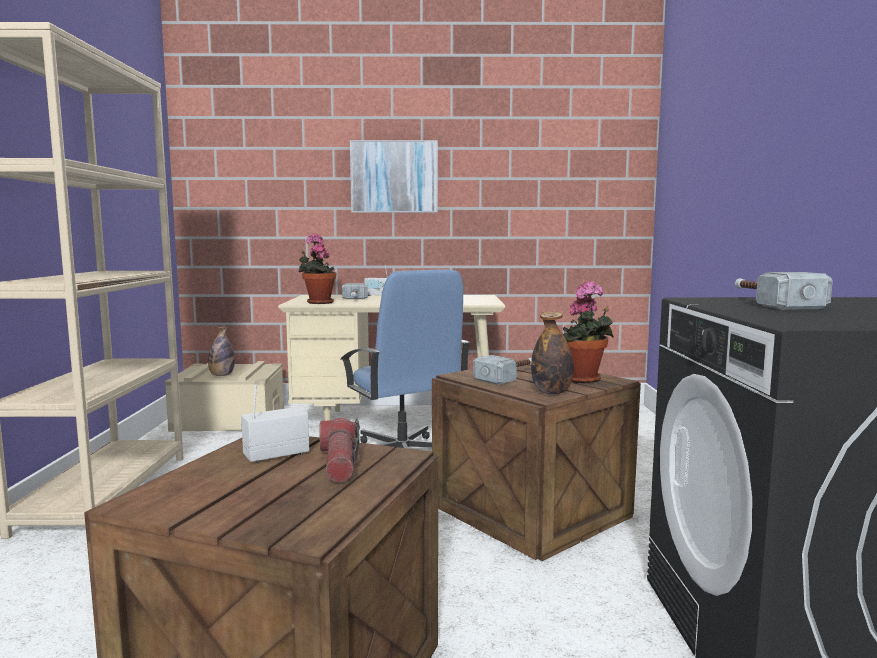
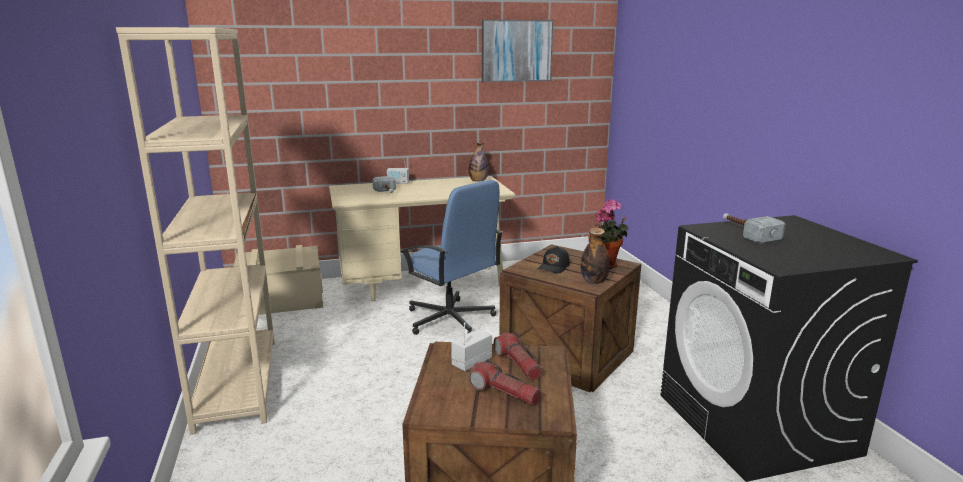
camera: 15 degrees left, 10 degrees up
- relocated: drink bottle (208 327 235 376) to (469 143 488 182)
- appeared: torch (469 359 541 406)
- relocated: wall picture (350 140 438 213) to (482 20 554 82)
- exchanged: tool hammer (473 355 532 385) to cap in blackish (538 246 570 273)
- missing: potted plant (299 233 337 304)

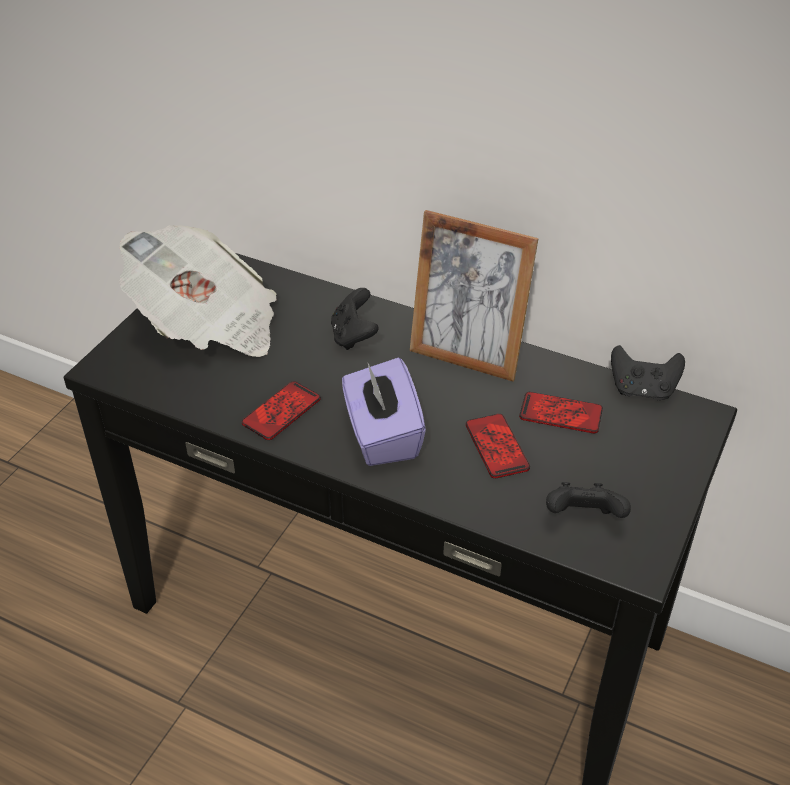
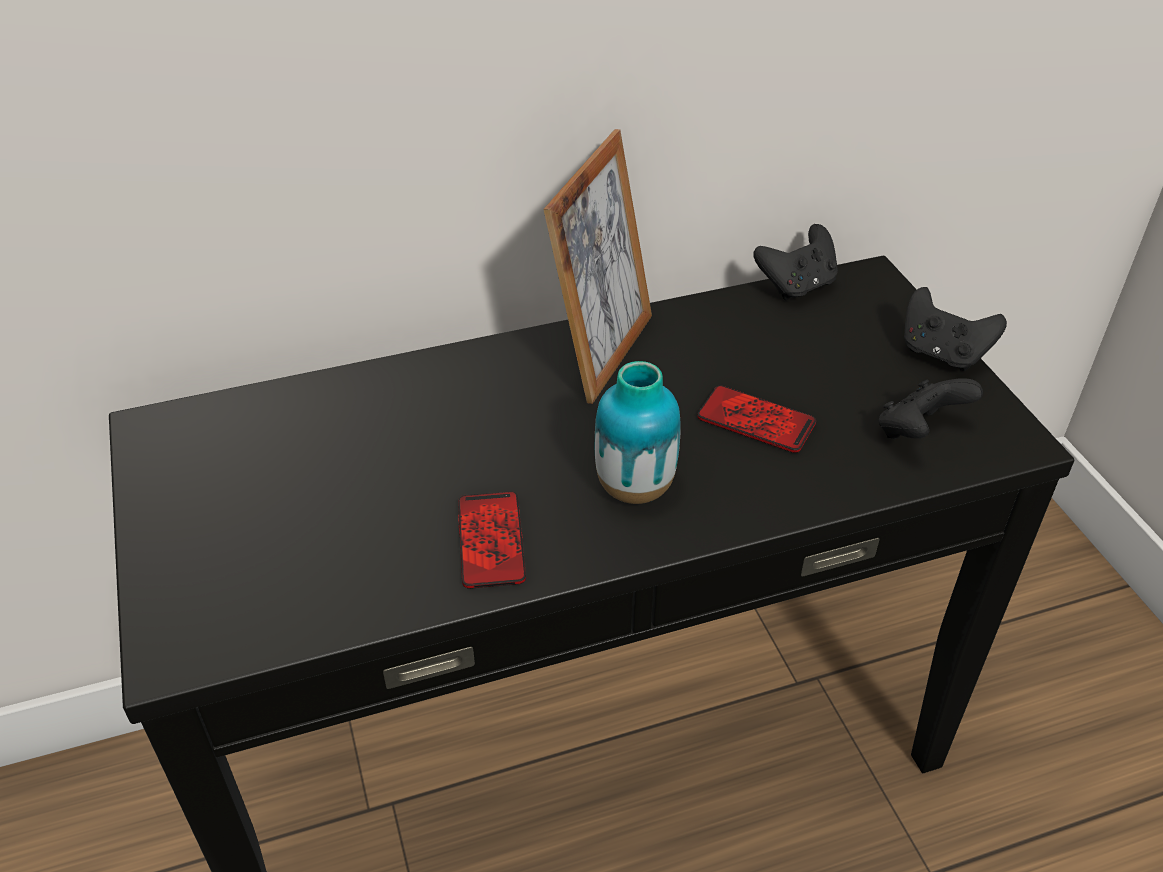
camera: 45 degrees left, 0 degrees up
- spun: photo frame (410 210 539 382) = (543 129 652 404) 45 degrees counterclockwise
- exchanged: box of tissues in purple (342 358 426 466) to decorative vase (595 361 681 504)
- relocated: joypad in blackish (331 288 379 350) to (904 287 1007 371)
- missing: newspaper (119 225 277 357)
- missing: handset (519 392 603 434)

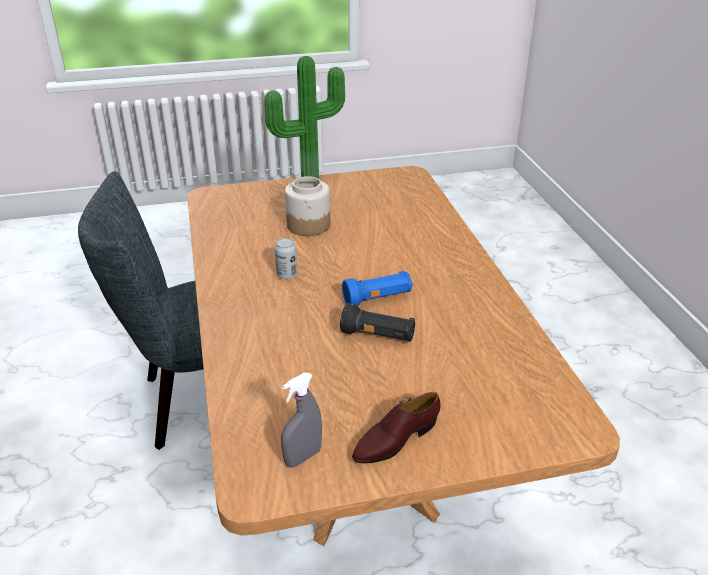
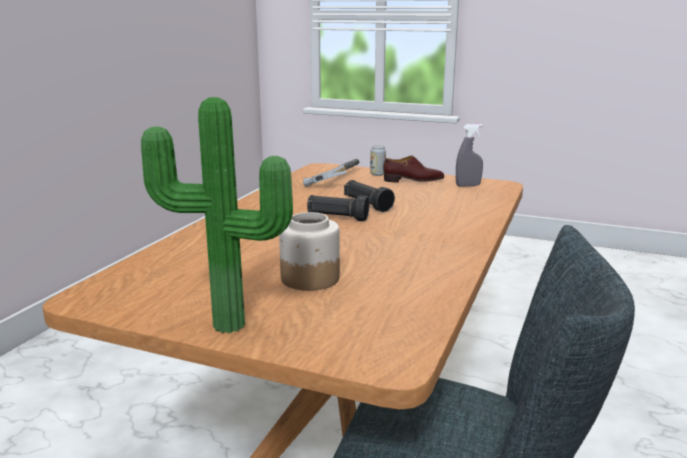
camera: 145 degrees left, 15 degrees down
- appeared: tool hammer (303 159 359 187)
- colour: torch in blue-coloured (342 271 413 306) to torch in blackish (307 195 369 221)
- relocated: metal can (275 238 297 279) to (370 145 386 176)

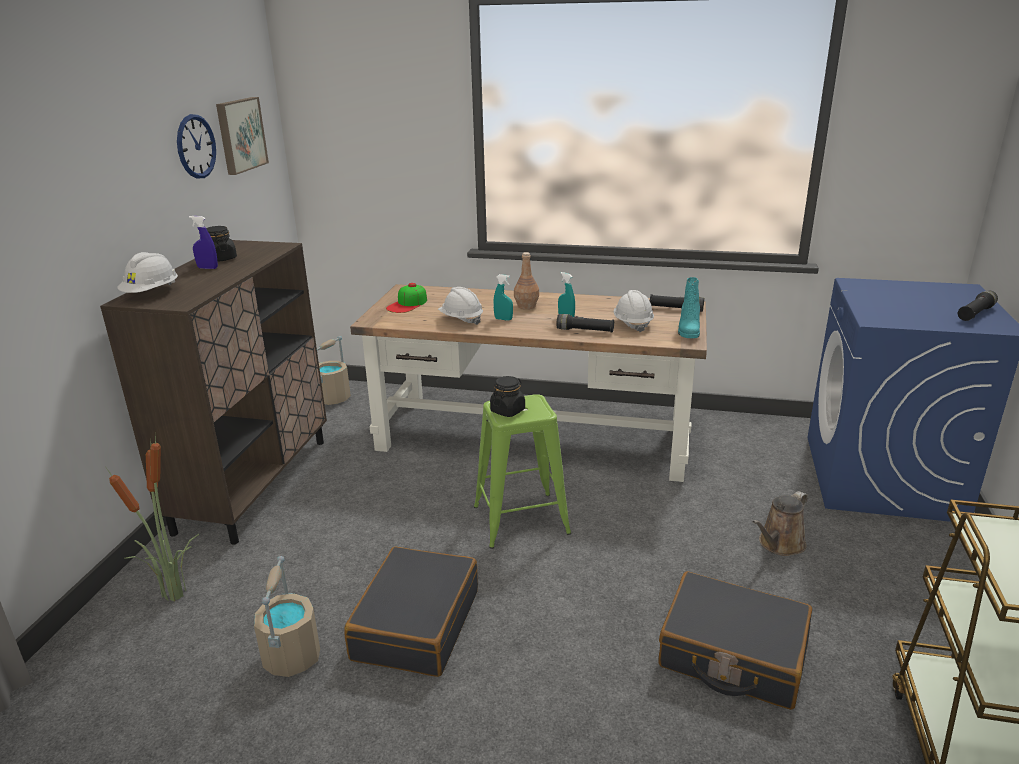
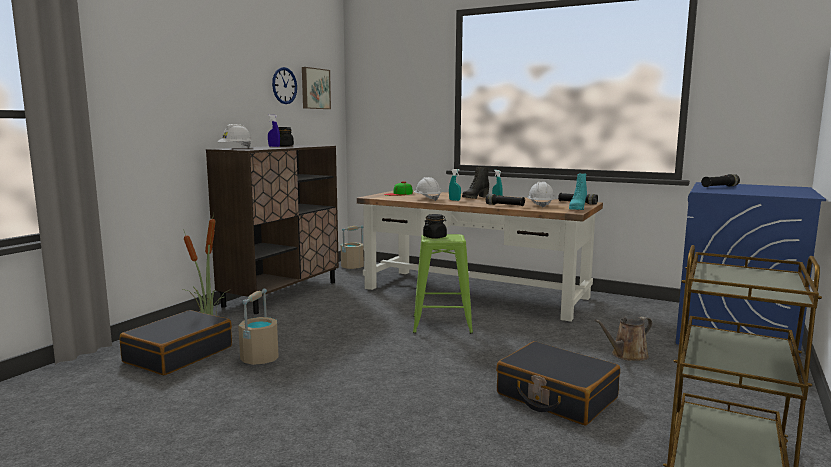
camera: 15 degrees right, 15 degrees down
- relocated: piece of luggage in blackish (344 547 478 677) to (120 310 232 375)
- exchanged: drink bottle in brown (514 252 539 309) to boot in blackish (462 167 489 199)
- relocated: torch in blackish (958 290 998 321) to (701 174 740 187)

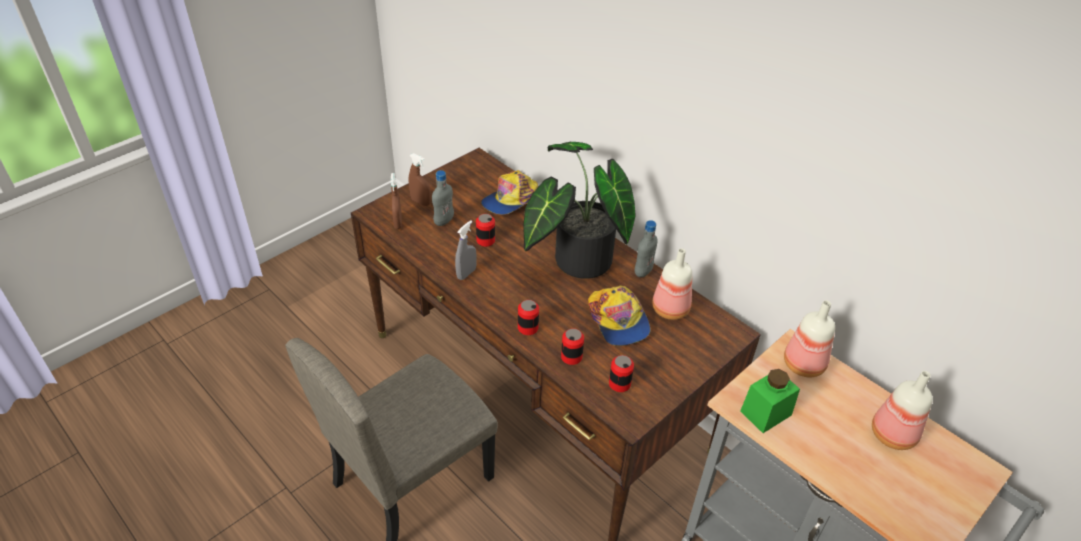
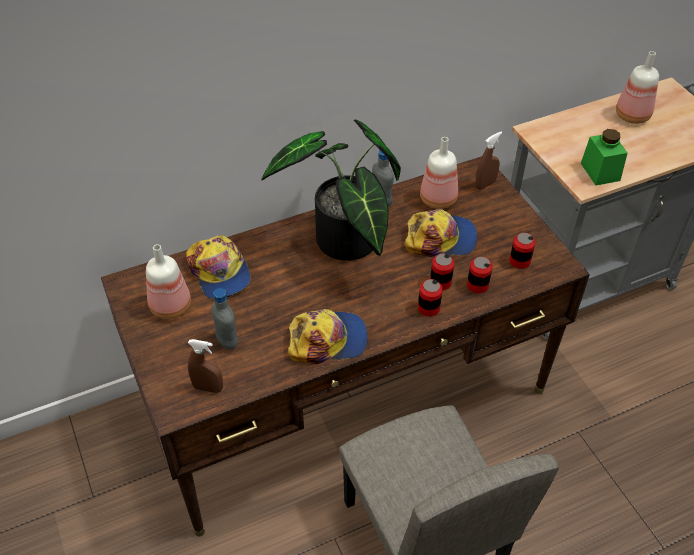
camera: 70 degrees left, 5 degrees up
- relocated: drink bottle (784 300 835 377) to (146 244 191 319)
- exchanged: hand sprayer in greyish (455 220 477 280) to cap (288 309 368 364)
- relocated: metal can (476 214 495 247) to (430 254 454 290)
- relocated: hand sprayer in brown (409 153 431 206) to (475 132 502 190)

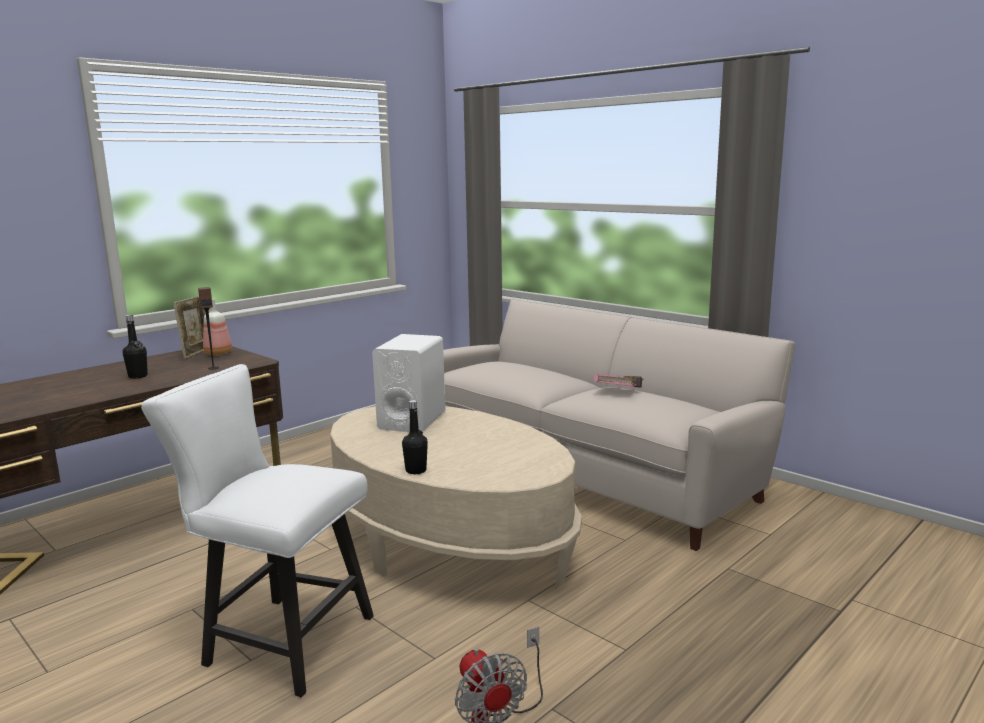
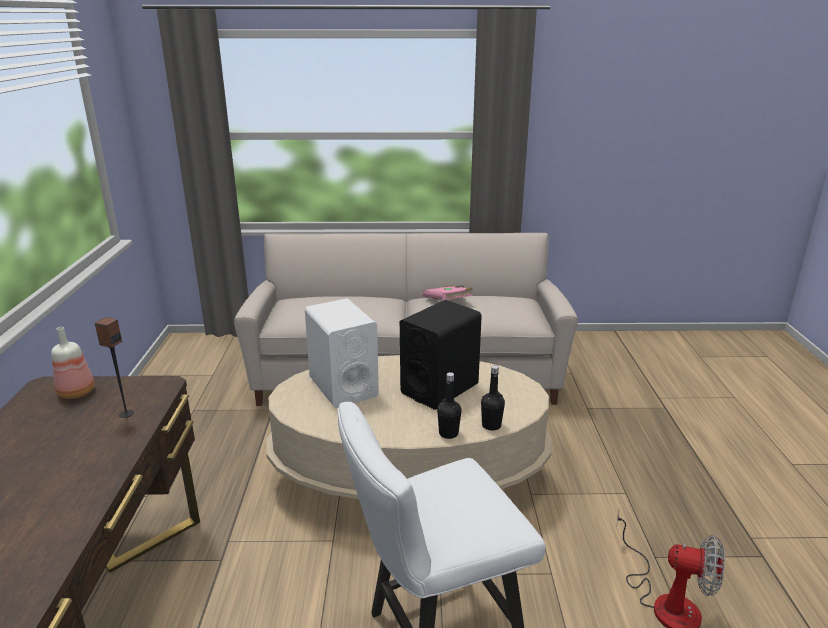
camera: 45 degrees left, 10 degrees up
- appeared: loudspeaker in blackish (400 300 482 410)
- relocated: drink bottle in blackish (123 314 148 379) to (481 365 505 431)
- missing: photo frame (173 296 206 359)

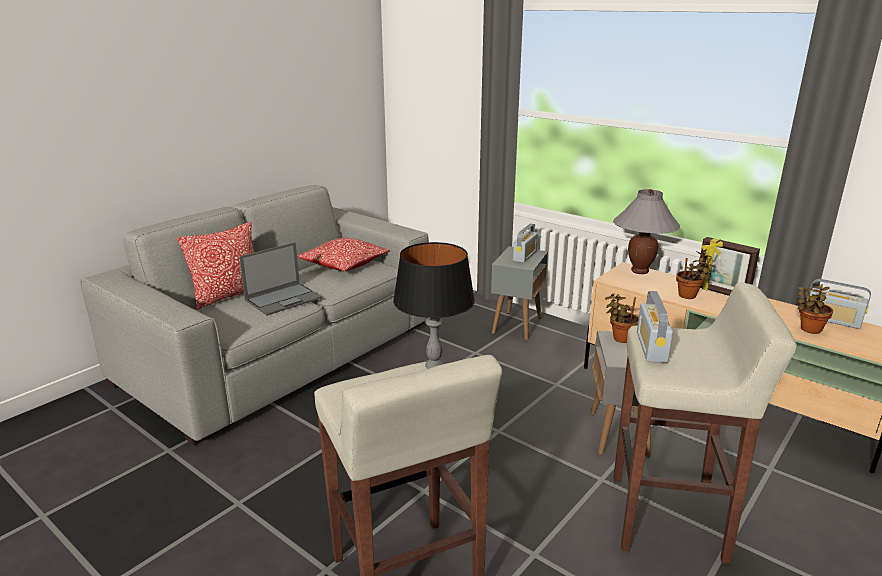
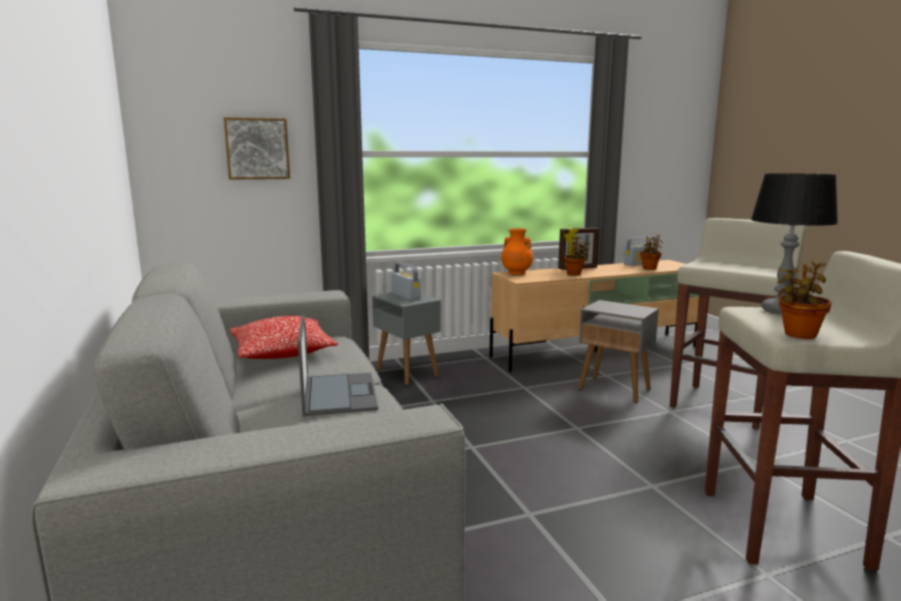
camera: 60 degrees left, 10 degrees down
- appeared: wall picture (224 117 290 180)
- exchanged: lamp for a table in greyish (613 189 680 274) to decorative vase in orangey (501 228 533 275)
- relocated: potted plant (605 293 639 343) to (777 261 832 339)
- missing: throw pillow (177 222 254 310)
- missing: radio (637 291 673 363)

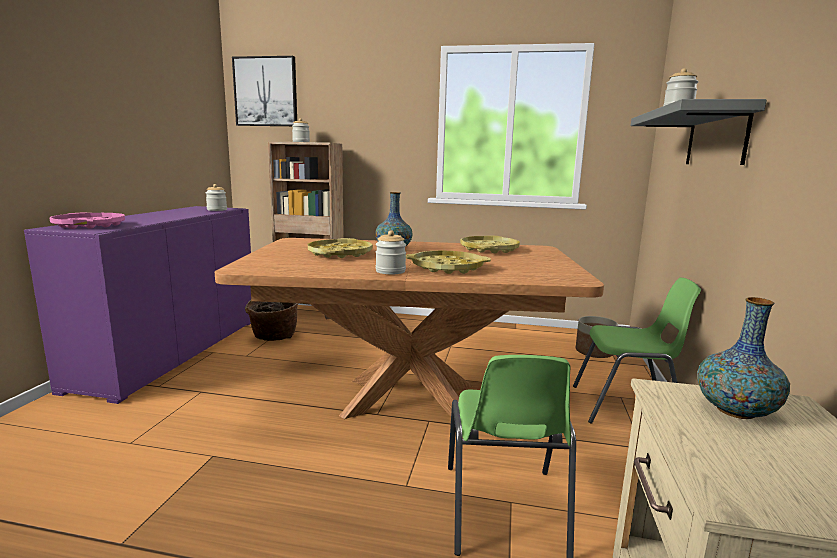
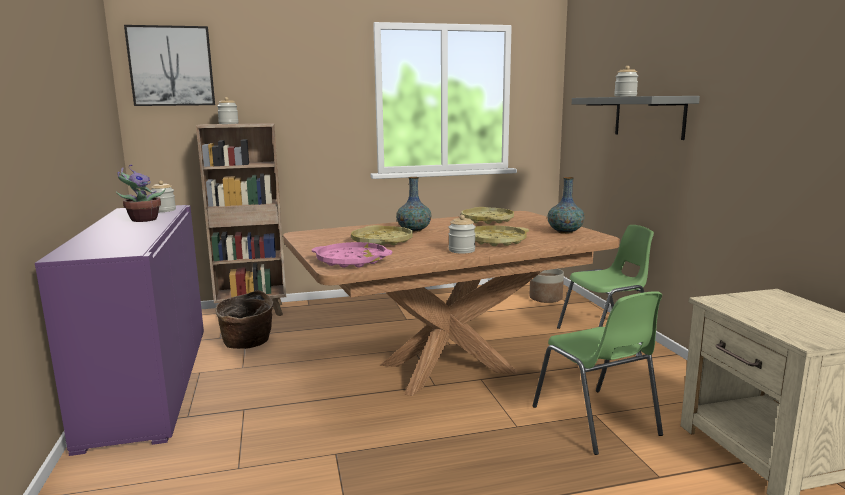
camera: 25 degrees left, 0 degrees up
- appeared: potted plant (116 165 165 222)
- relocated: carrying tray in pinkish (50 213 125 229) to (312 242 393 268)
- relocated: decorative vase (697 297 790 419) to (547 177 585 234)

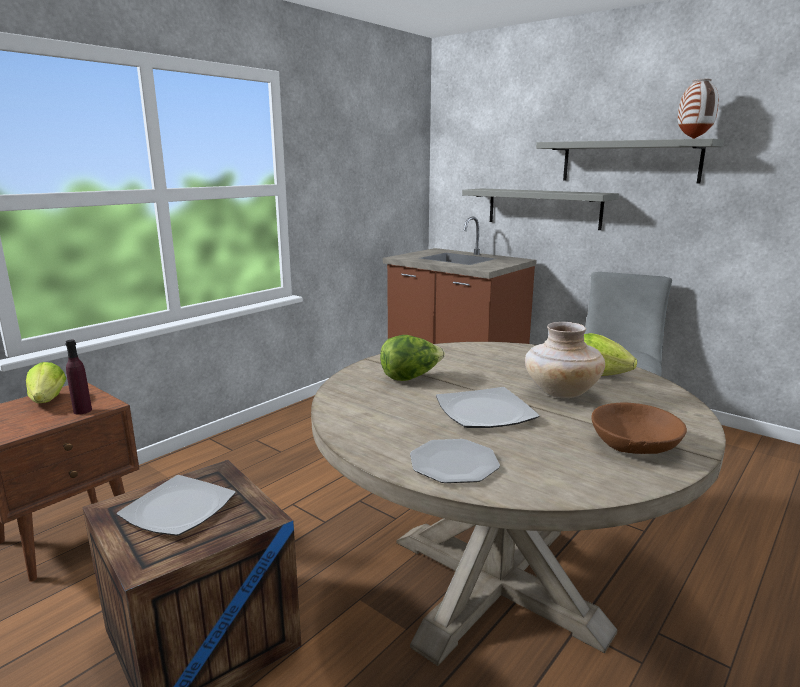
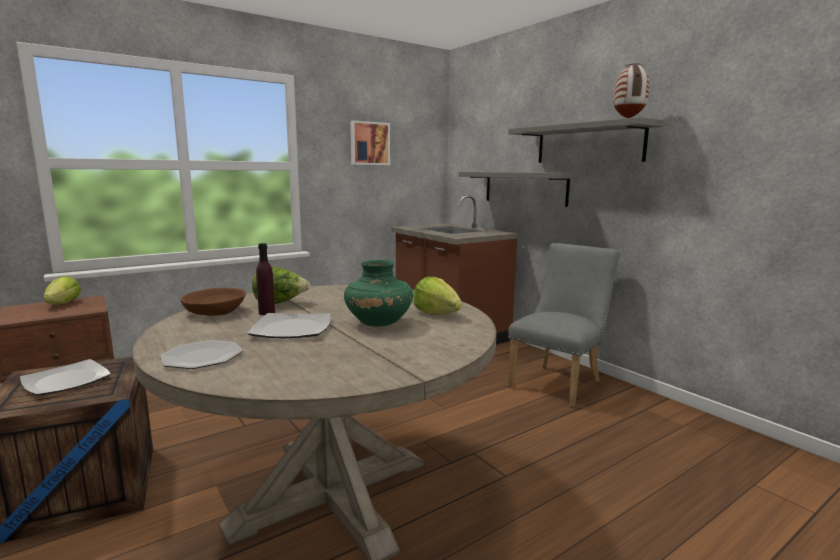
camera: 15 degrees right, 5 degrees down
- relocated: bowl in brown (591 402 687 454) to (180 288 246 316)
- relocated: drink bottle in purple (65 340 92 415) to (256 243 275 315)
- colour: decorative vase in beige-coloured (525 322 605 398) to decorative vase in green (344 260 413 327)
- appeared: wall picture (350 120 390 165)

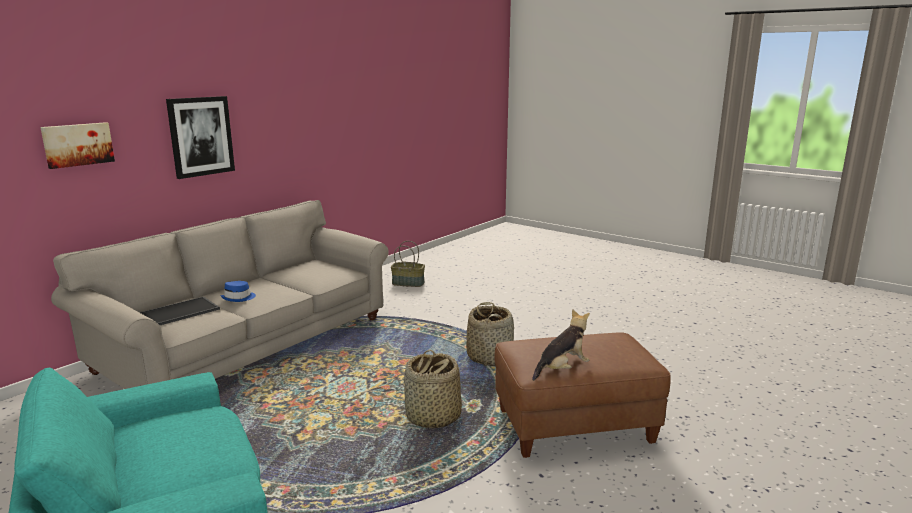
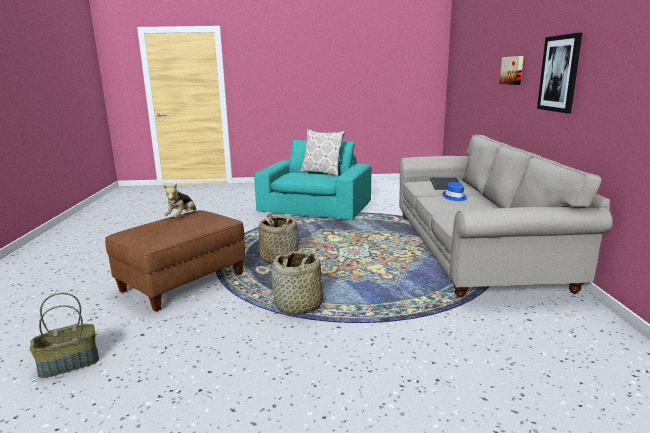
camera: 140 degrees right, 0 degrees up
- relocated: basket (391 241 425 287) to (30 293 99 378)
- appeared: throw pillow (300 129 345 176)

